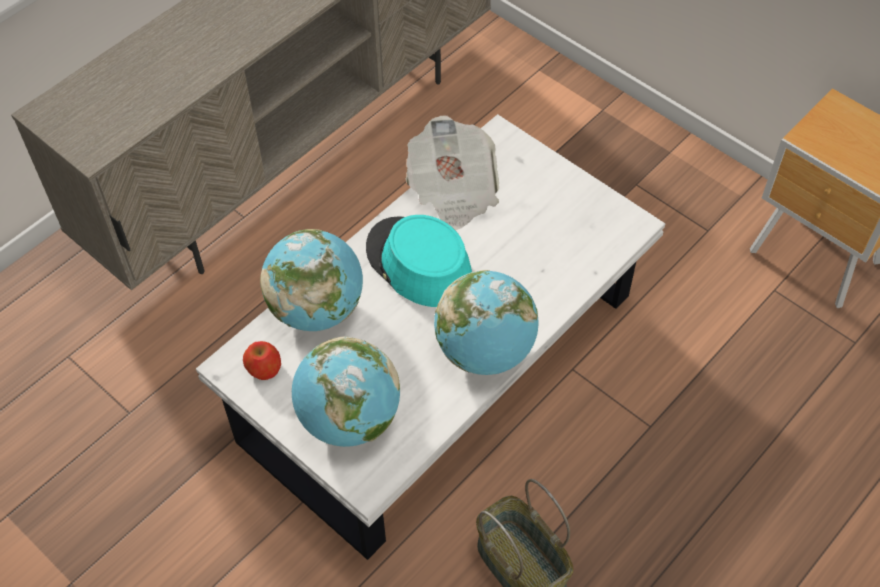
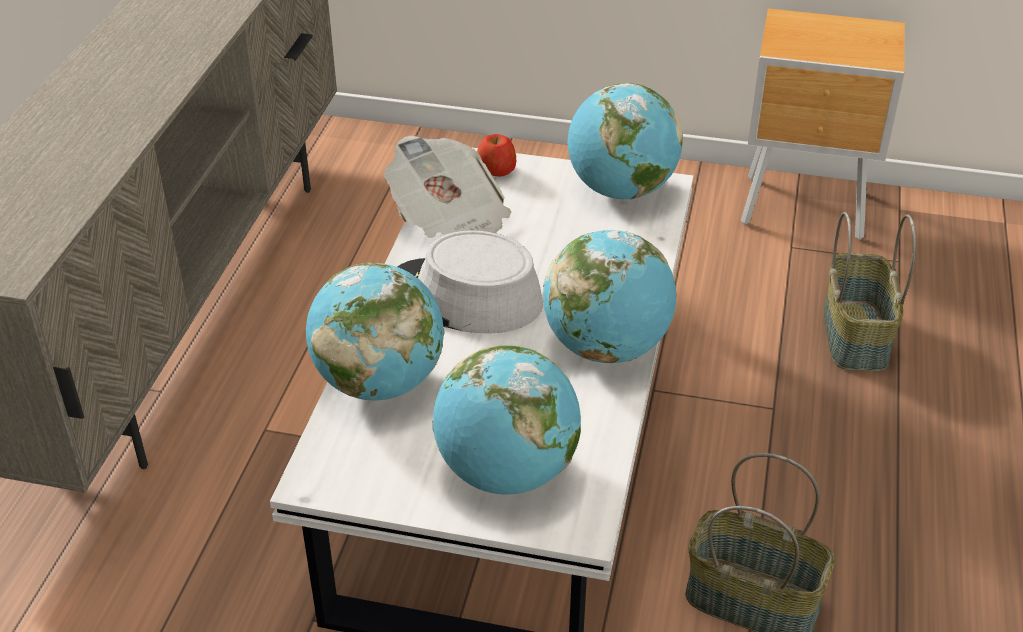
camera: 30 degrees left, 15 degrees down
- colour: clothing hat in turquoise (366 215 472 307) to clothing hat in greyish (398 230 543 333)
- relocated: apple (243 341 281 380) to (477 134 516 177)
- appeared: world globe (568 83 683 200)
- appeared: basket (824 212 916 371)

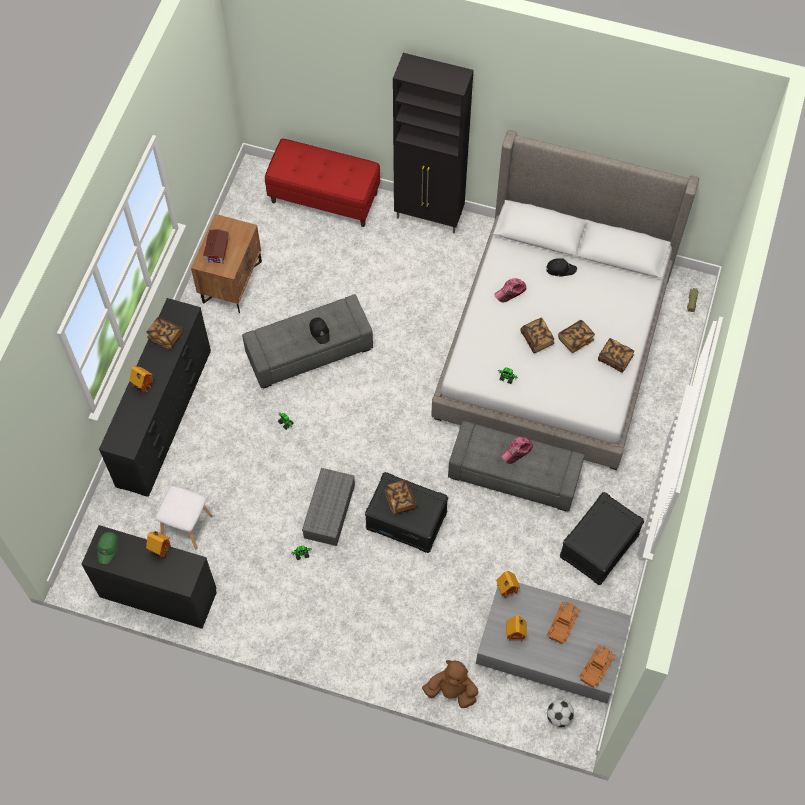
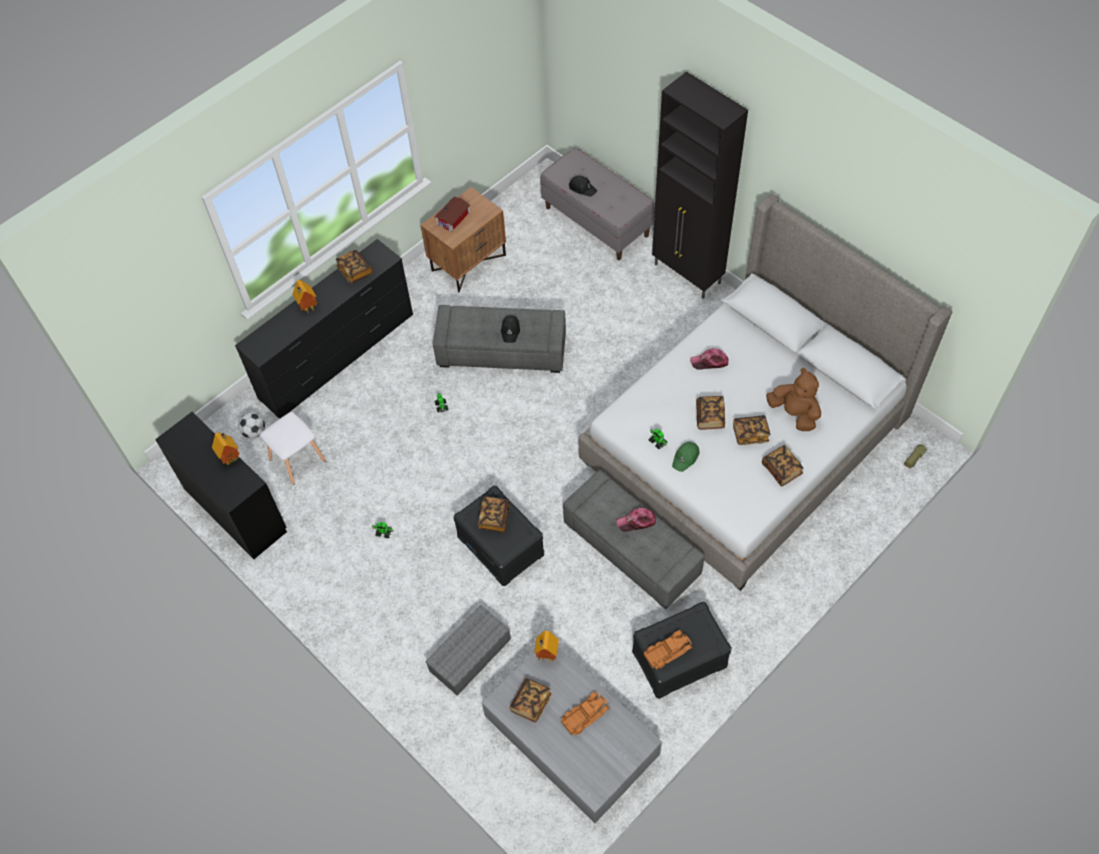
camera: 30 degrees right, 5 degrees down
- relocated: football ball (547 699 574 727) to (238 412 265 438)
- relocated: storage box in greyish (302 468 355 546) to (425 605 511 696)
- exchanged: miniature house (506 616 527 641) to bound book (509 678 552 723)
- colour: indoor bench in red-coloured (265 139 380 227) to indoor bench in greyish (540 147 655 260)
- relocated: cap in blackish (546 258 577 276) to (569 176 597 196)
- relocated: model truck (579 645 616 688) to (644 630 692 669)
- relocated: cap in green (97 532 118 564) to (672 442 699 472)
- relocated: cuddly toy in brown (422 660 478 708) to (766 368 821 431)

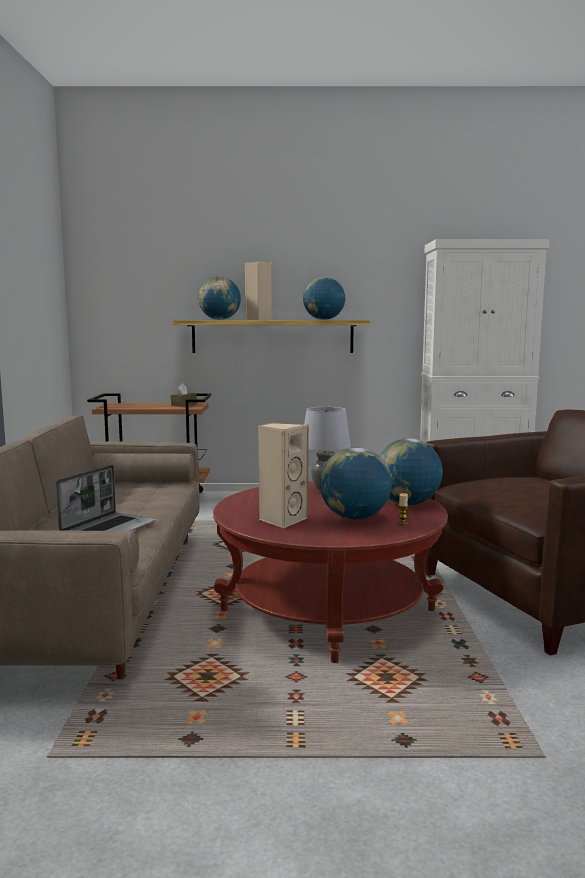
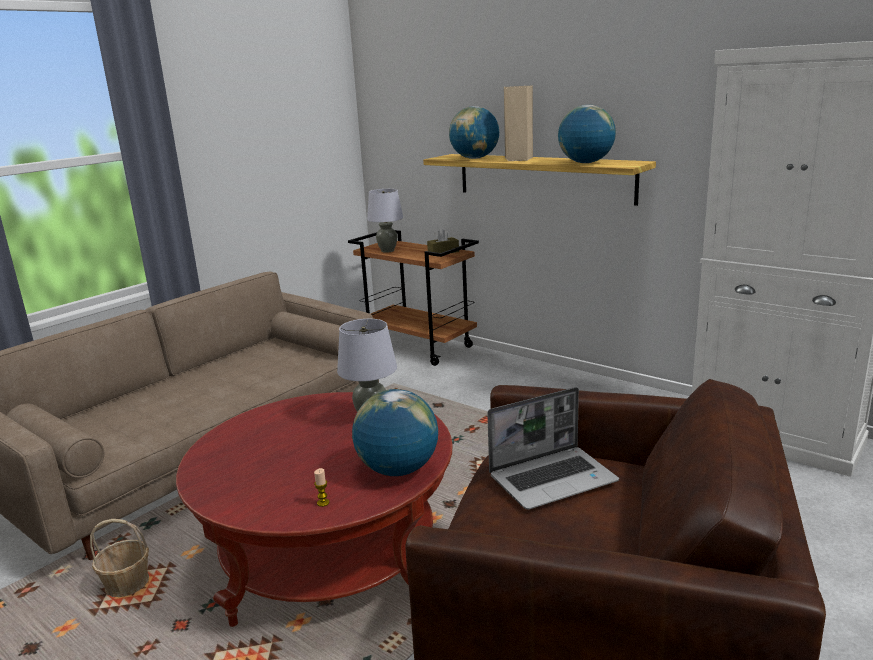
camera: 40 degrees right, 10 degrees up
- appeared: basket (90 519 149 597)
- appeared: lamp for a table in greyish (367 189 403 253)
- relocated: notebook computer (56 465 156 531) to (487 387 619 510)
- missing: loudspeaker in beige-coloured (258 422 309 529)
- missing: world globe (320 447 392 519)

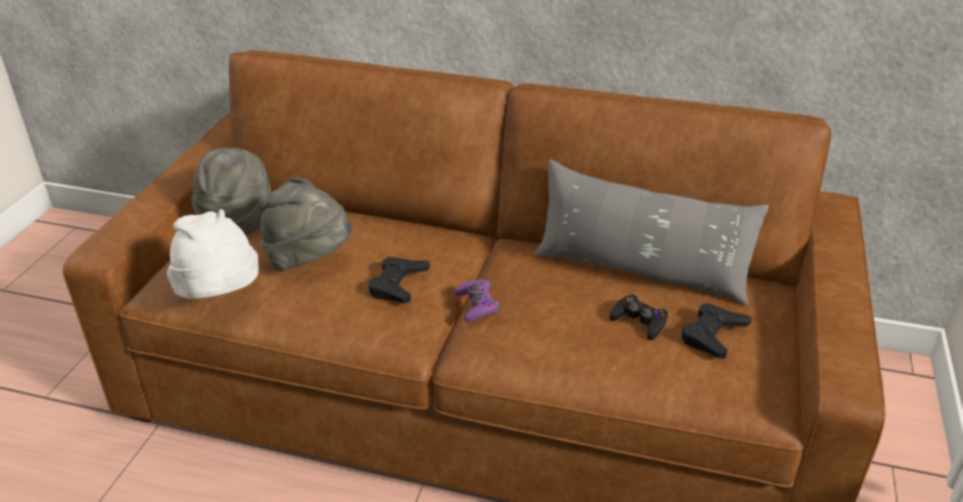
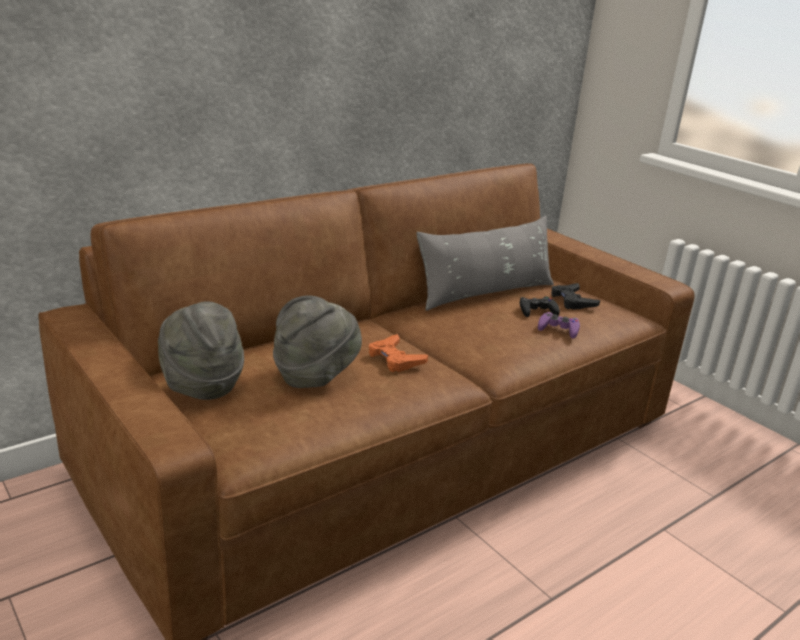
camera: 55 degrees left, 10 degrees down
- colour: joypad in blackish (368 257 430 303) to joypad in orangey (369 334 428 372)
- relocated: joypad in purple (455 279 500 322) to (538 312 580 339)
- missing: clothing hat in whitish (167 209 259 299)

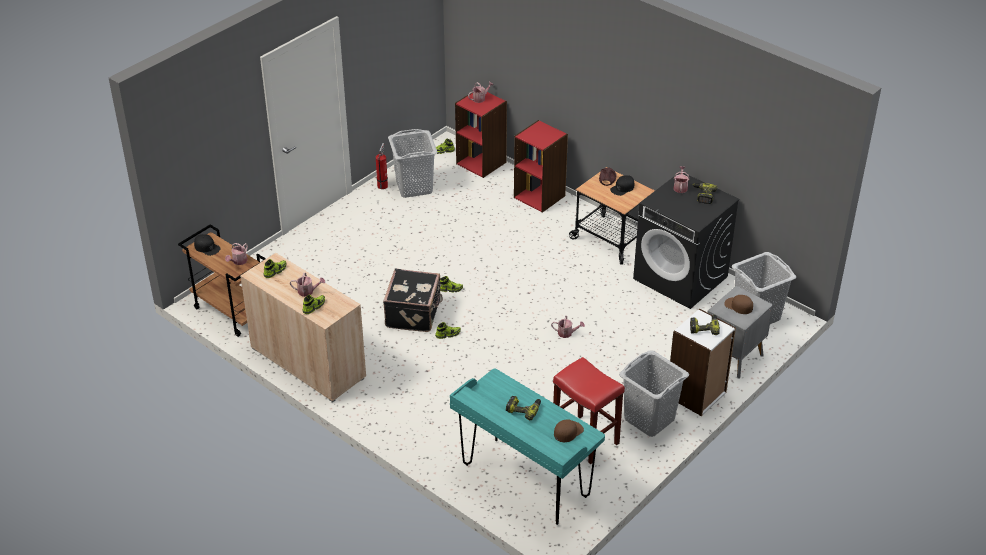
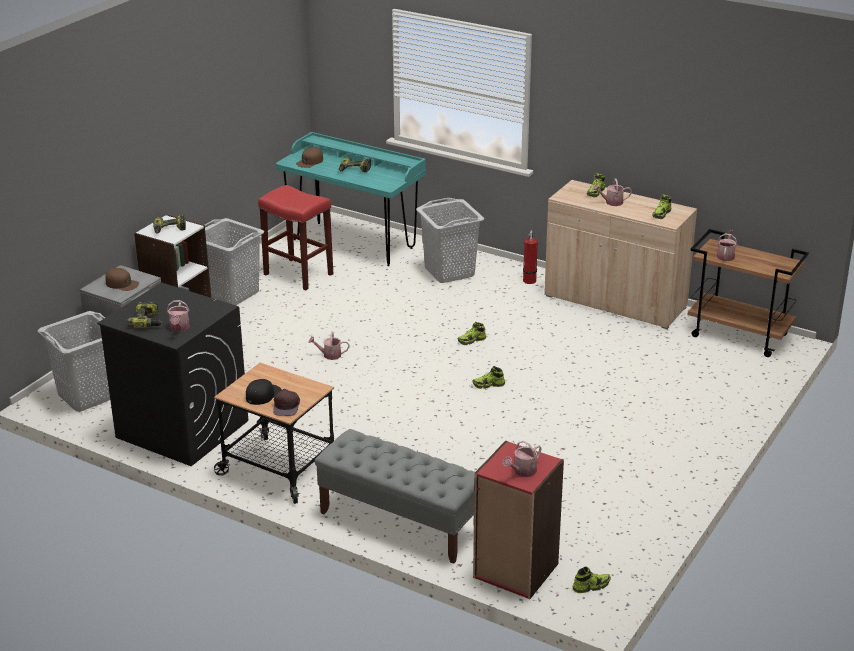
camera: 170 degrees right, 10 degrees down
- exchanged: bookcase in red-coloured (514 120 568 213) to indoor bench in greyish (314 429 475 564)
- relocated: hamper in greyish (388 129 437 198) to (416 198 484 283)
- relocated: fire-fighting cylinder (376 143 388 189) to (523 230 538 284)
- missing: cap in blackish (194 234 221 256)
- missing: piece of luggage in blackish (383 268 443 332)

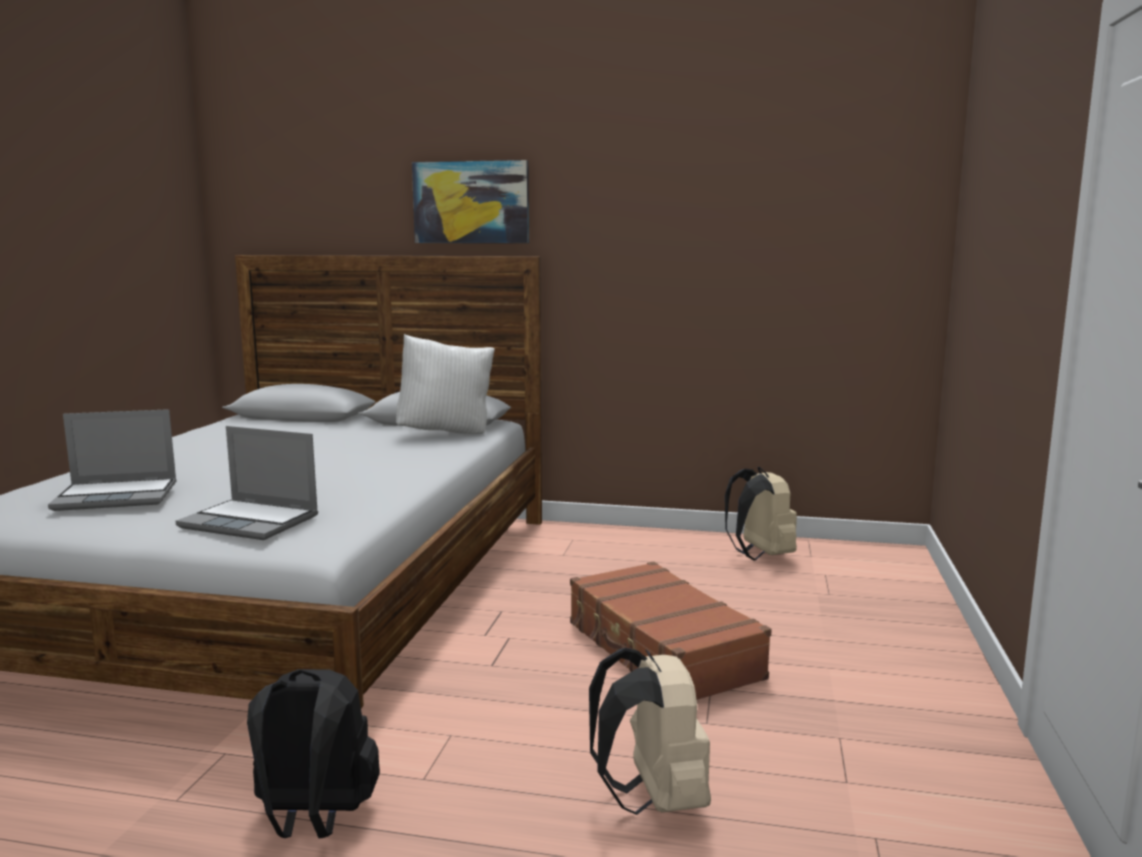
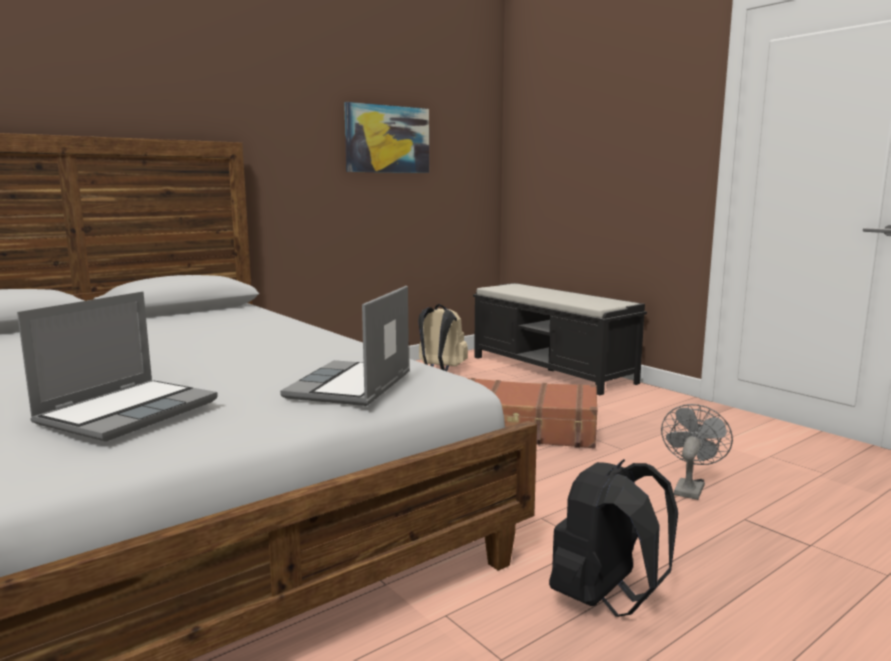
camera: 50 degrees left, 0 degrees up
- spun: notebook computer (176 426 318 540) = (280 286 410 406) 135 degrees clockwise
- relocated: wall picture (412 160 529 243) to (344 102 429 173)
- appeared: indoor bench in blackish (473 283 647 395)
- exchanged: knapsack in beige-coloured (589 648 711 815) to electric fan in greyish (661 404 733 500)
- missing: throw pillow in whitish (396 334 495 434)

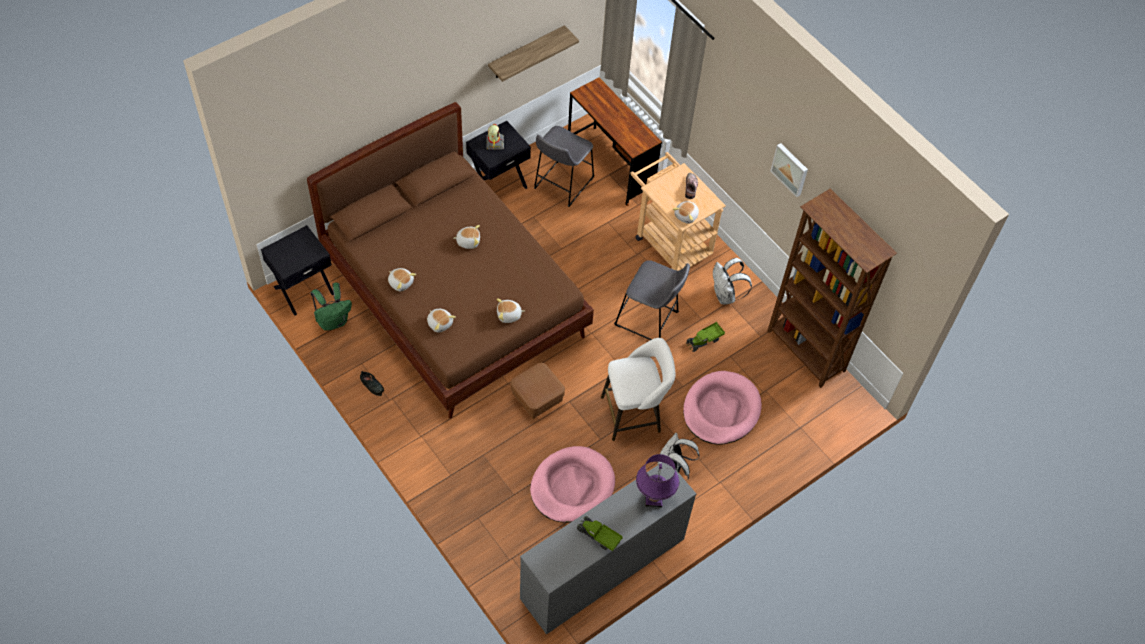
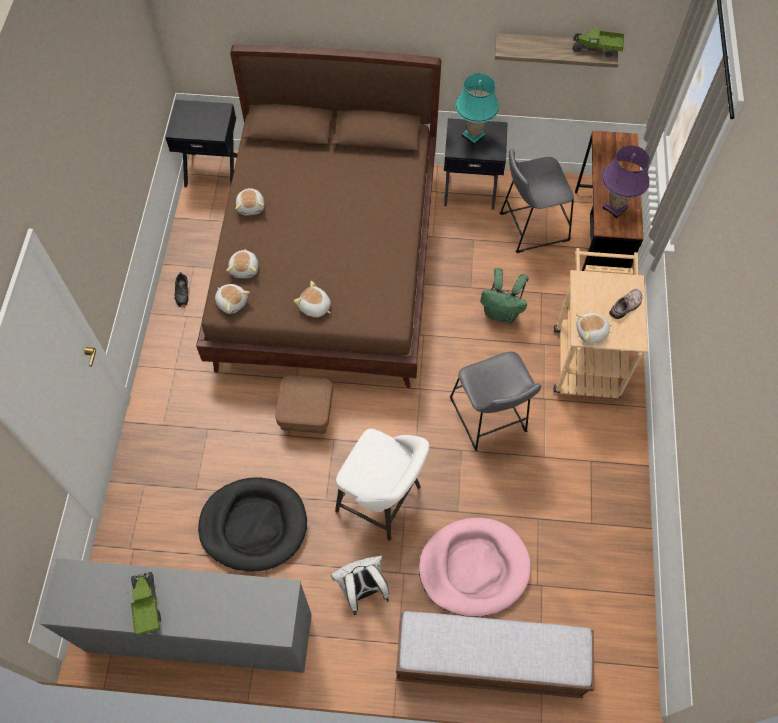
camera: 45 degrees right, 5 degrees up
- colour: dog bed in pinkish (530 446 615 522) to dog bed in blackish (198 478 307 571)
- relocated: cuddly toy (453 225 480 249) to (215 284 250 314)
- appeared: indoor bench (396 611 595 698)
- exchanged: model robot (486 124 504 150) to lamp for a table in turquoise (455 73 499 145)
- relocated: knapsack in green (311 283 352 331) to (480 268 529 323)
- relocated: model truck (686 322 725 352) to (572 29 624 57)
- relocated: lamp for a table in purple (636 454 679 508) to (602 145 650 219)
- missing: knapsack in whitish (713 258 752 305)
- missing: bookcase in brown (767 189 897 388)
- missing: wall picture (770 143 808 197)

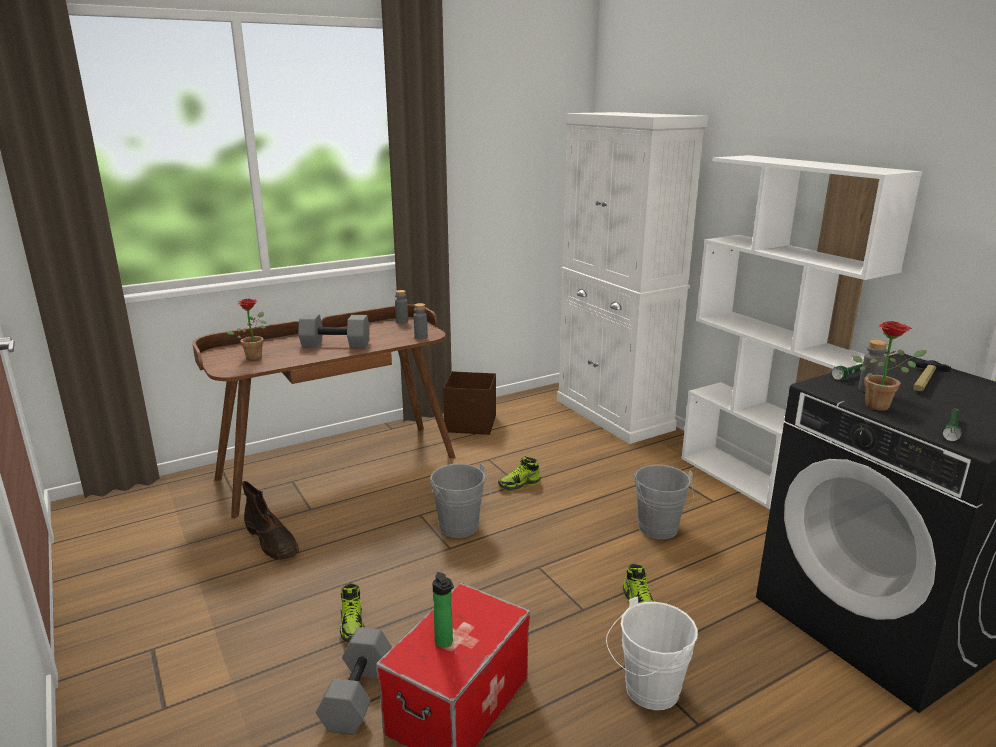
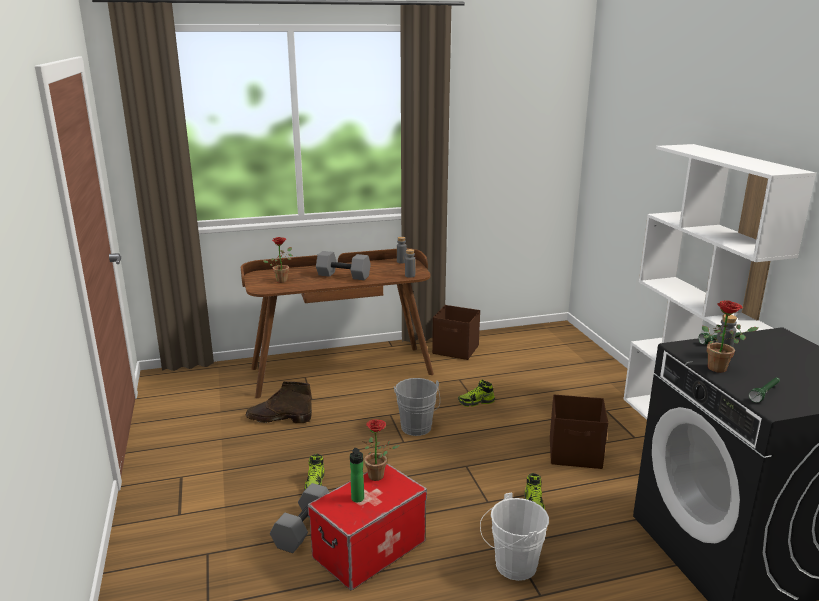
camera: 15 degrees right, 0 degrees up
- spun: boot in brown (242 481 299 560) = (246 381 312 423) 120 degrees clockwise
- appeared: potted plant (362 419 400 481)
- exchanged: pail in greyish (633 465 694 539) to storage box in brown (550 394 608 469)
- missing: cupboard in whitish (557 112 708 444)
- missing: tool hammer (913 360 951 392)

